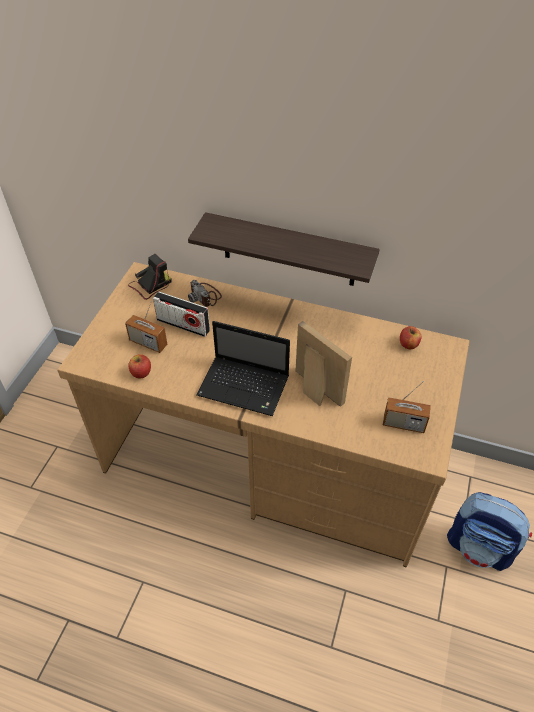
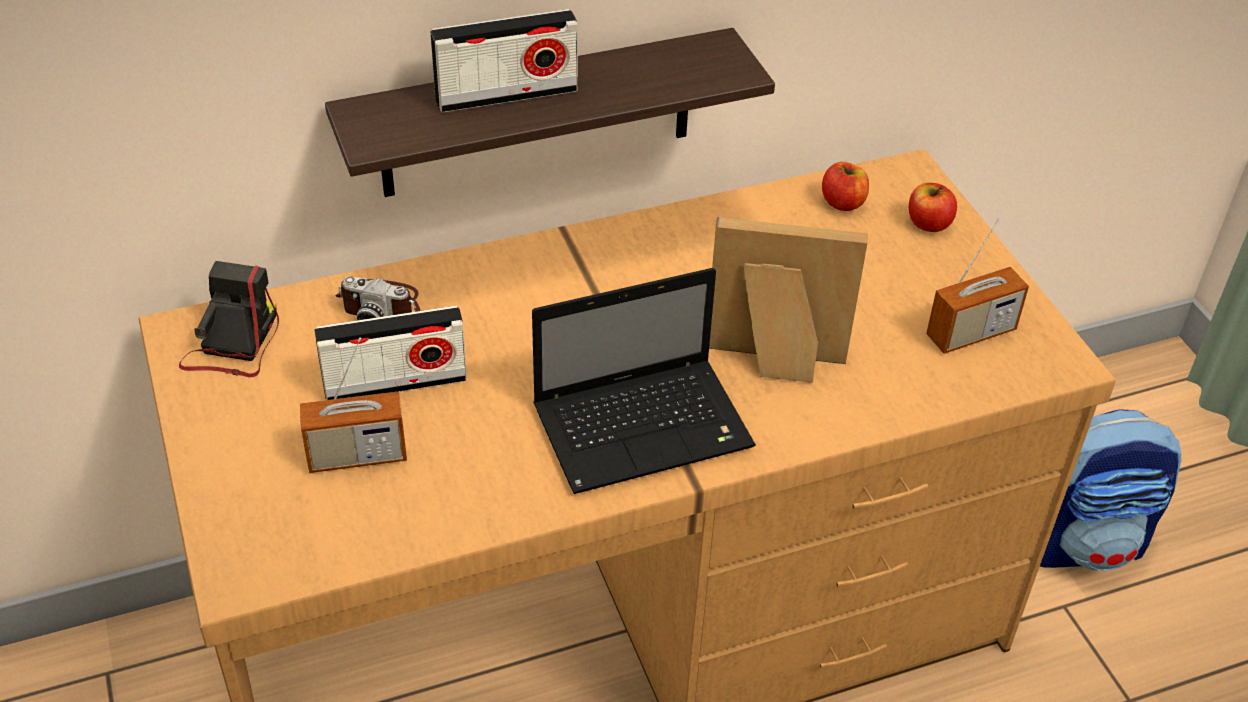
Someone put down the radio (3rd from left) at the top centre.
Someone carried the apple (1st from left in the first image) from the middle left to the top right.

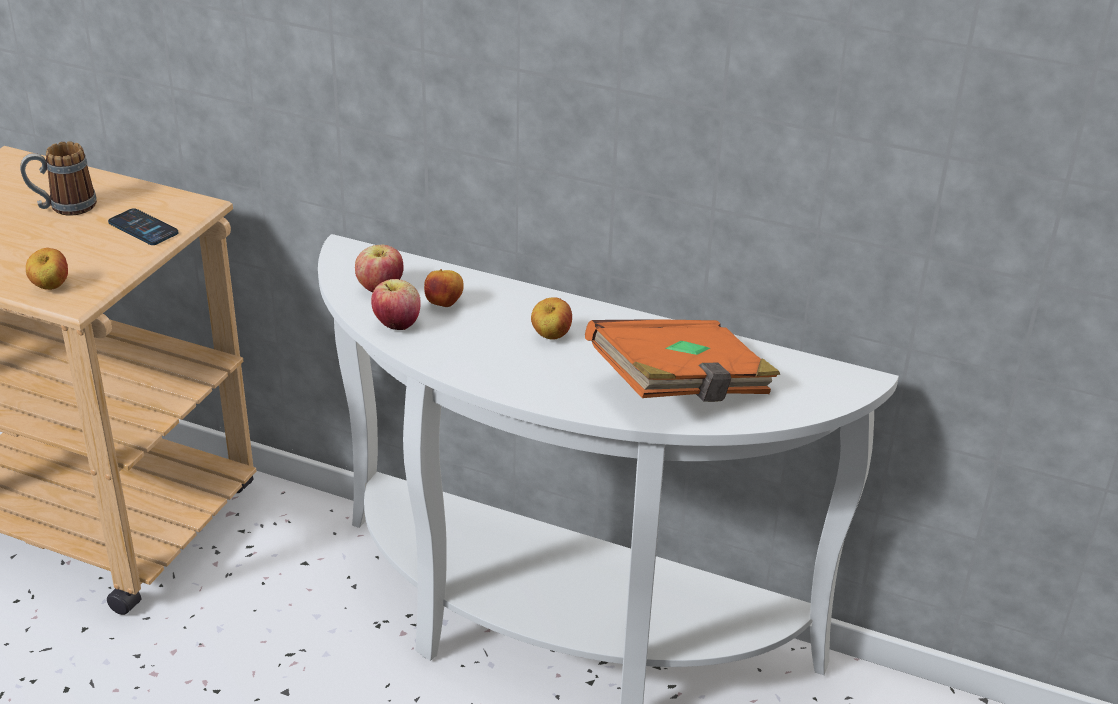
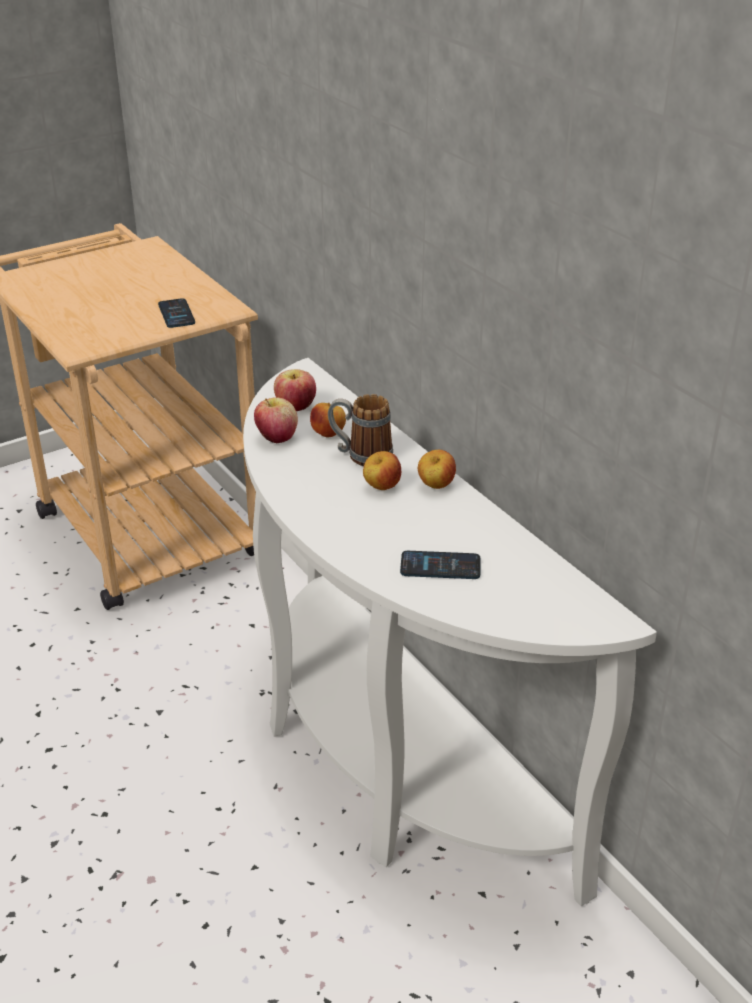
Someone carried the mug from the top left to the centre.
Someone swapped the orange_book at the centre for the phone (2nd from left) at the centre.
Someone carried the apple (1st from left in the first image) from the middle left to the centre.

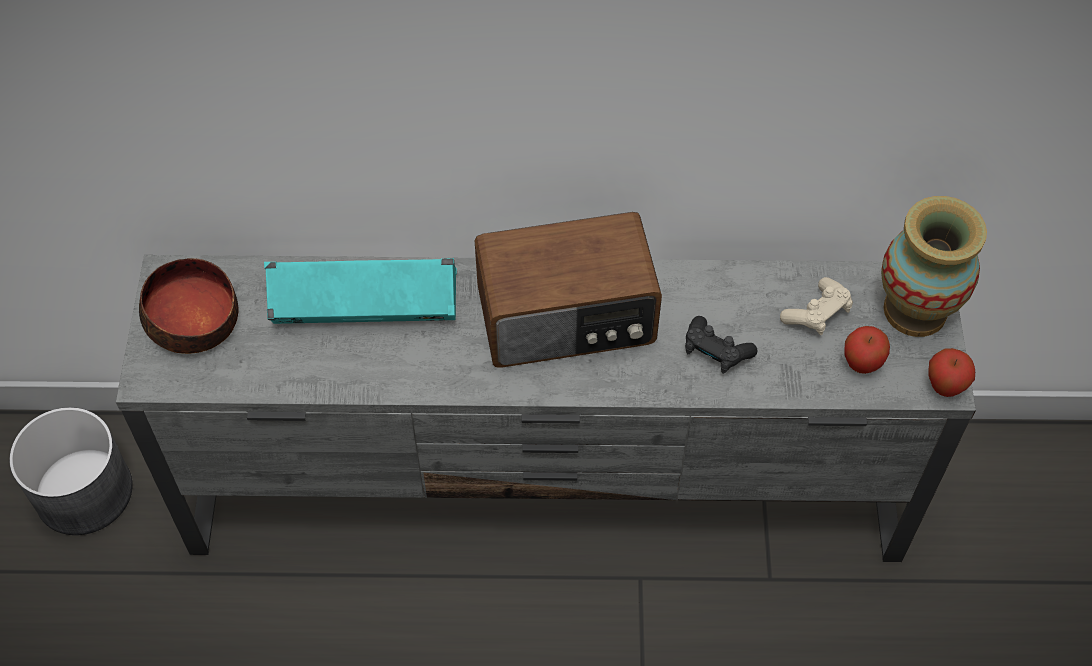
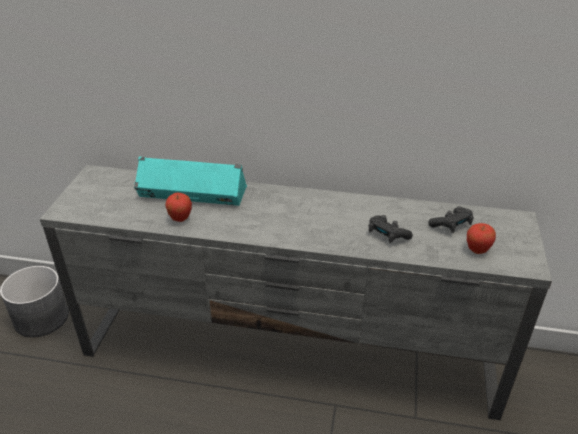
Someone carried the apple (2nd from left in the first image) from the middle right to the middle left.
Someone repainted the beige_game_controller at the middle right, which became the black_game_controller (2nd from left) at the middle right.
Someone took away the bowl at the middle left.
Someone took away the radio at the centre.
Someone took away the vase at the middle right.

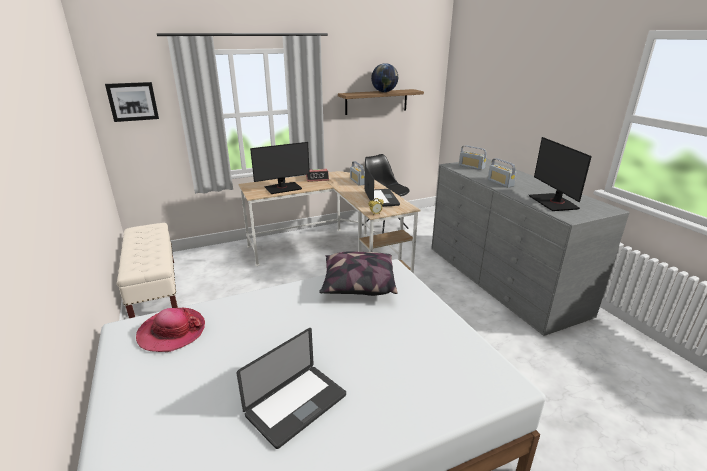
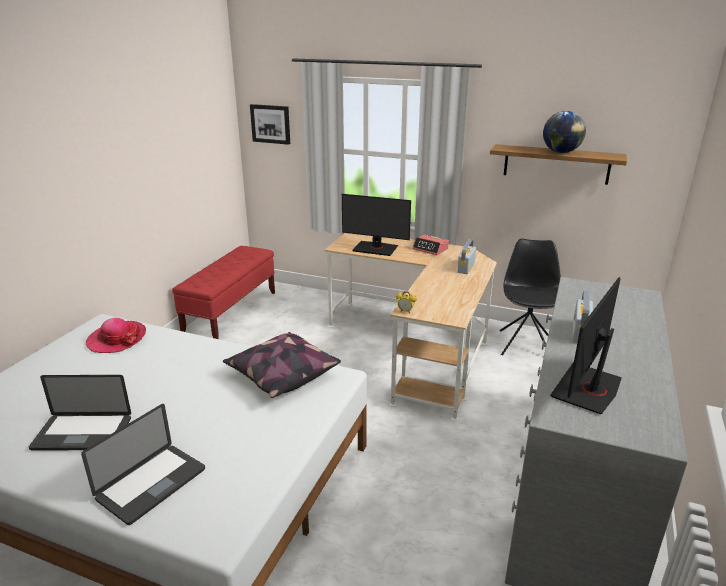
Someone carried the laptop (2nd from left) from the centre to the bottom left.
Someone repainted the beige_bench at the middle left, which became the red_bench at the middle left.
Someone took away the radio (2nd from left) at the middle right.

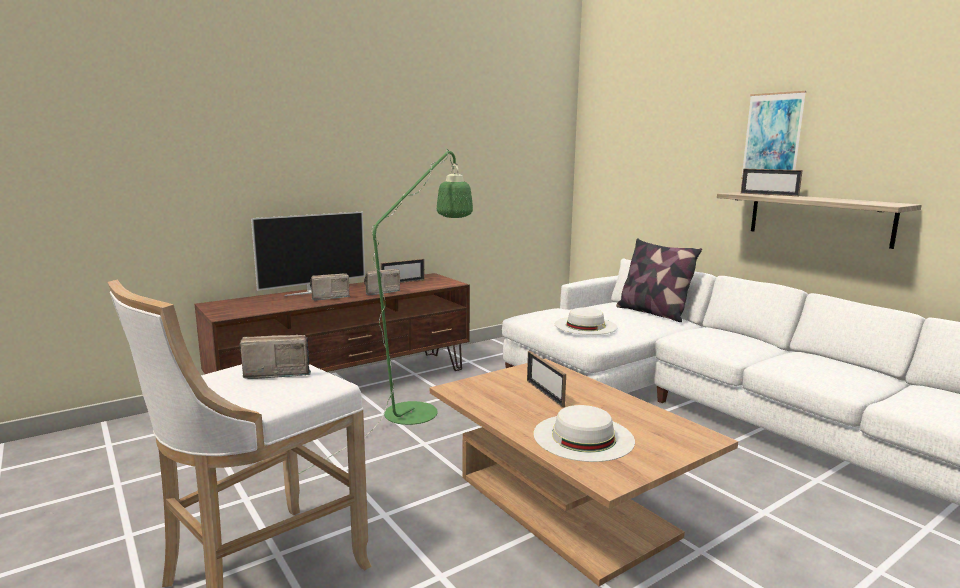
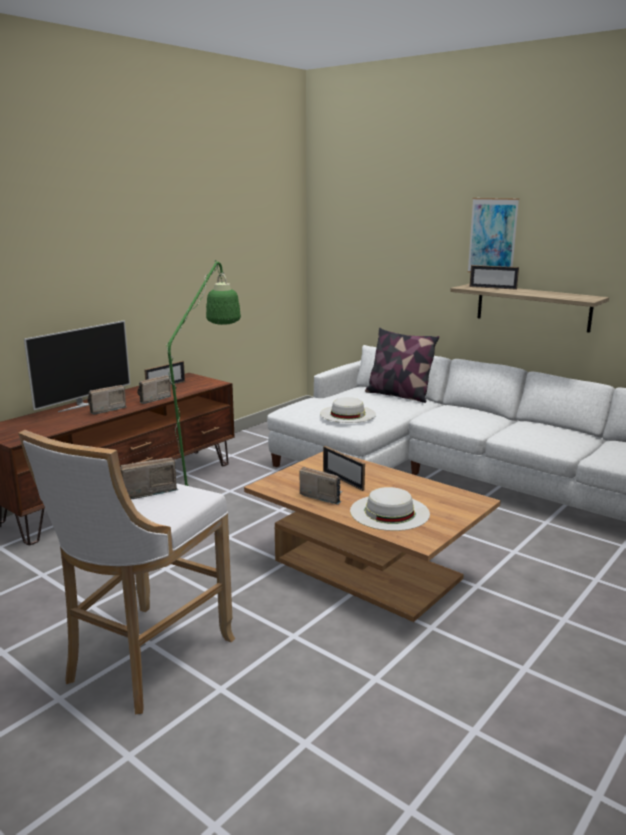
Someone put down the radio (4th from left) at the centre.

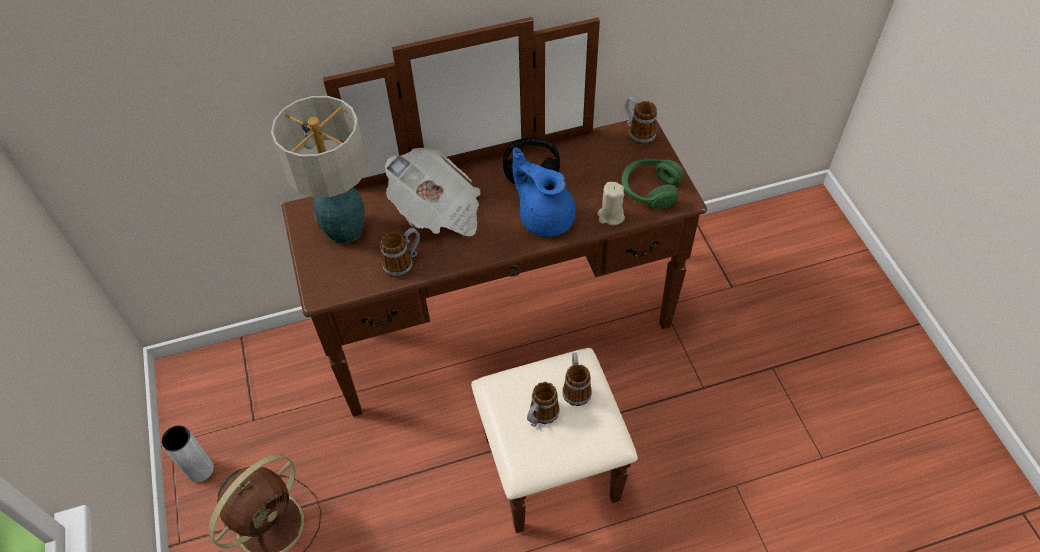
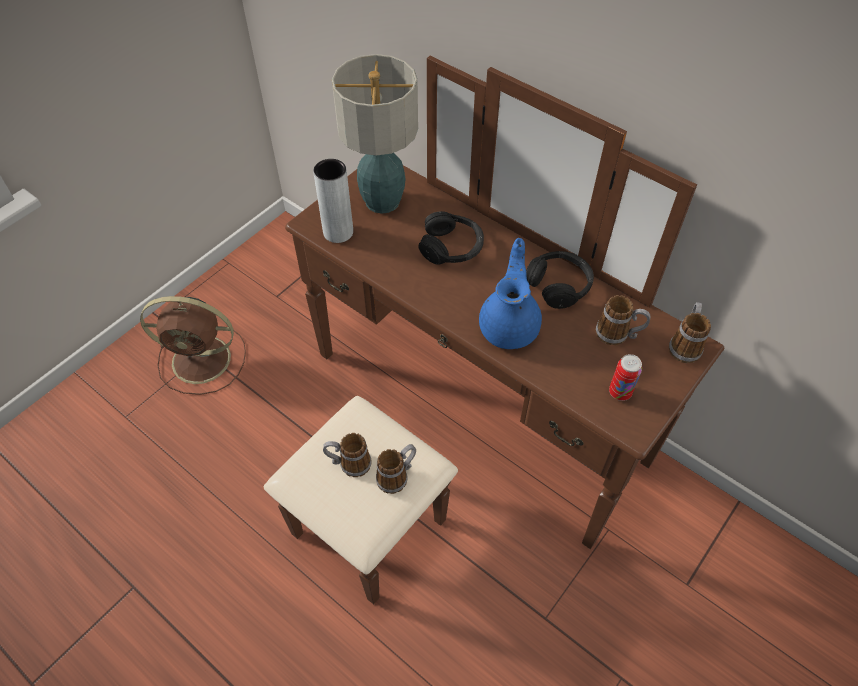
Someone carried the grey_vase from the bottom left to the top centre.
Someone swapped the newspaper at the centre for the black_headphones (1st from left) at the centre.
Someone carried the mug (1st from left in the first image) from the centre to the middle right.
Someone swapped the green_headphones at the top centre for the can at the middle right.
Someone took away the beige_candle at the centre.

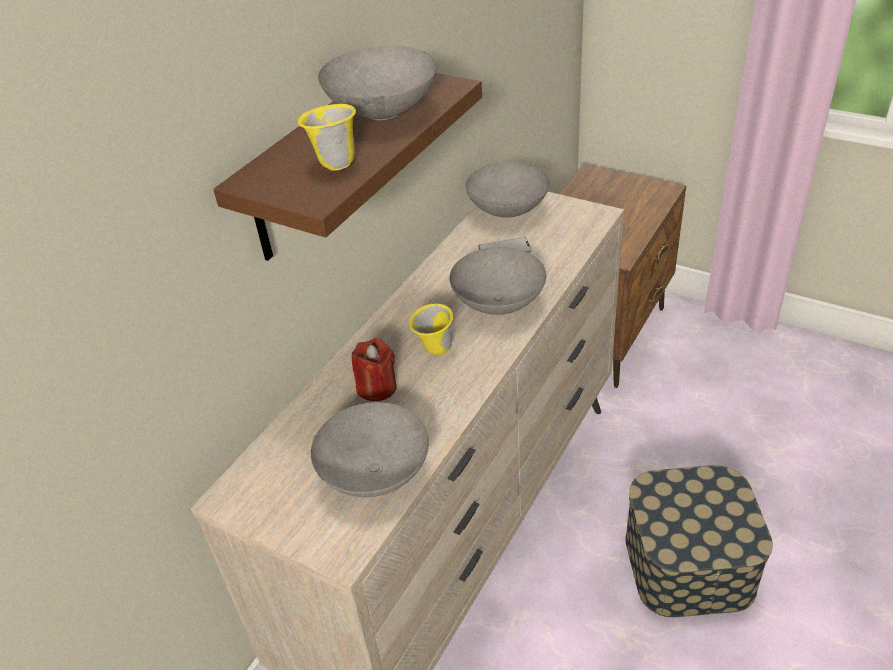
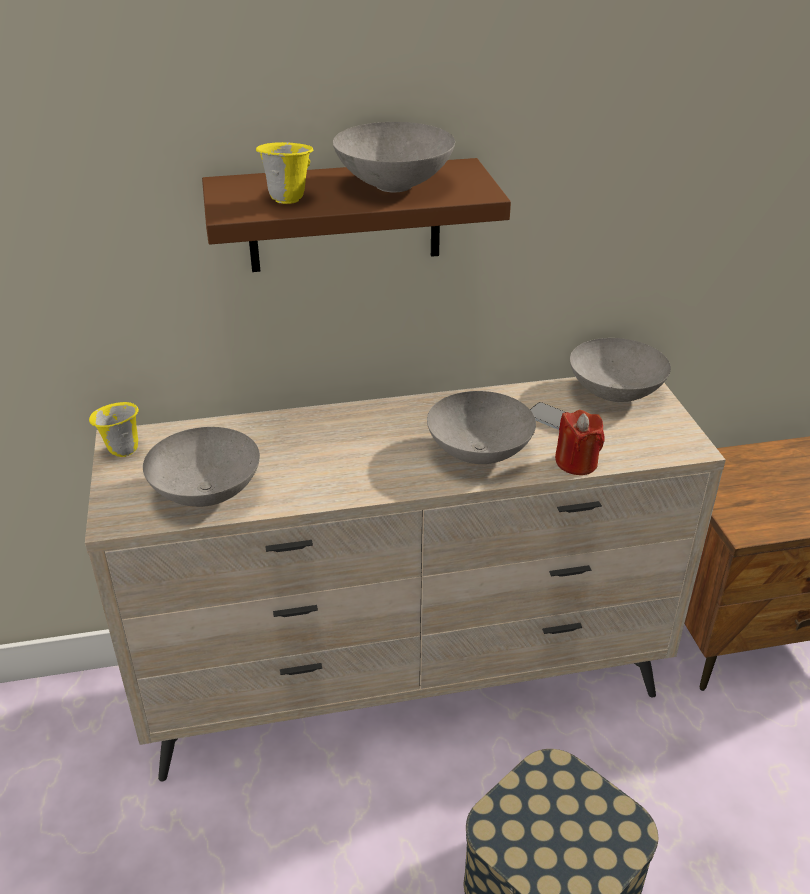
Someone carried the yellow_mug (2nd from left in the first image) from the centre to the middle left.
Someone carried the red_candle from the centre to the middle right.

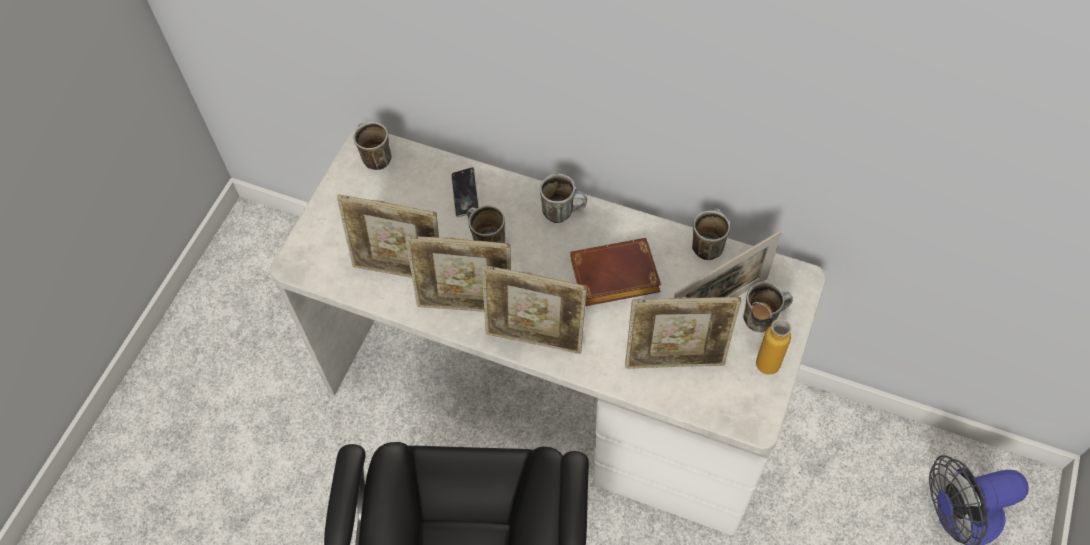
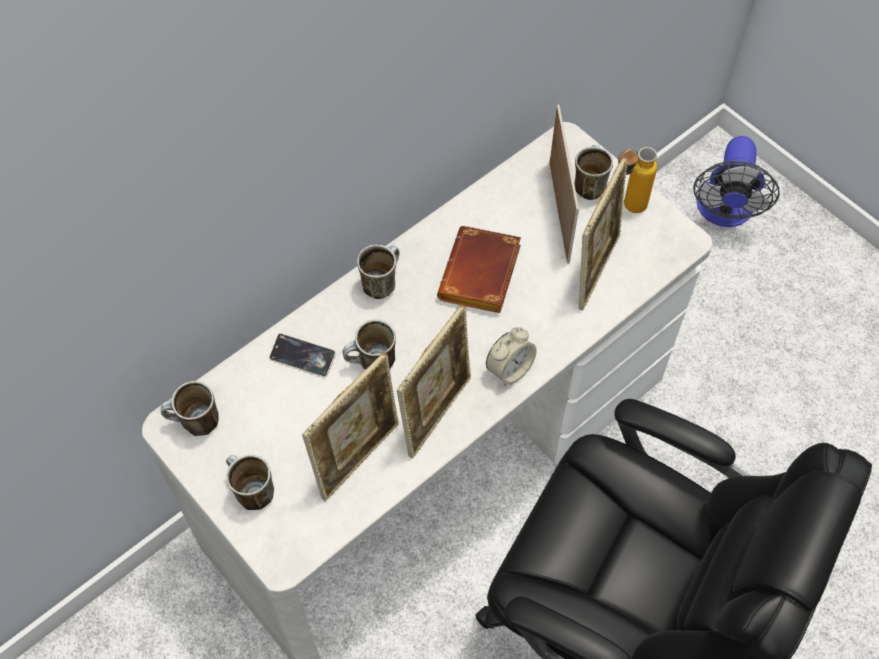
Someone carried the mug (4th from left in the first image) from the centre to the bottom left.
Someone swapped the picture_frame (3rd from left) at the centre for the alarm_clock at the centre.

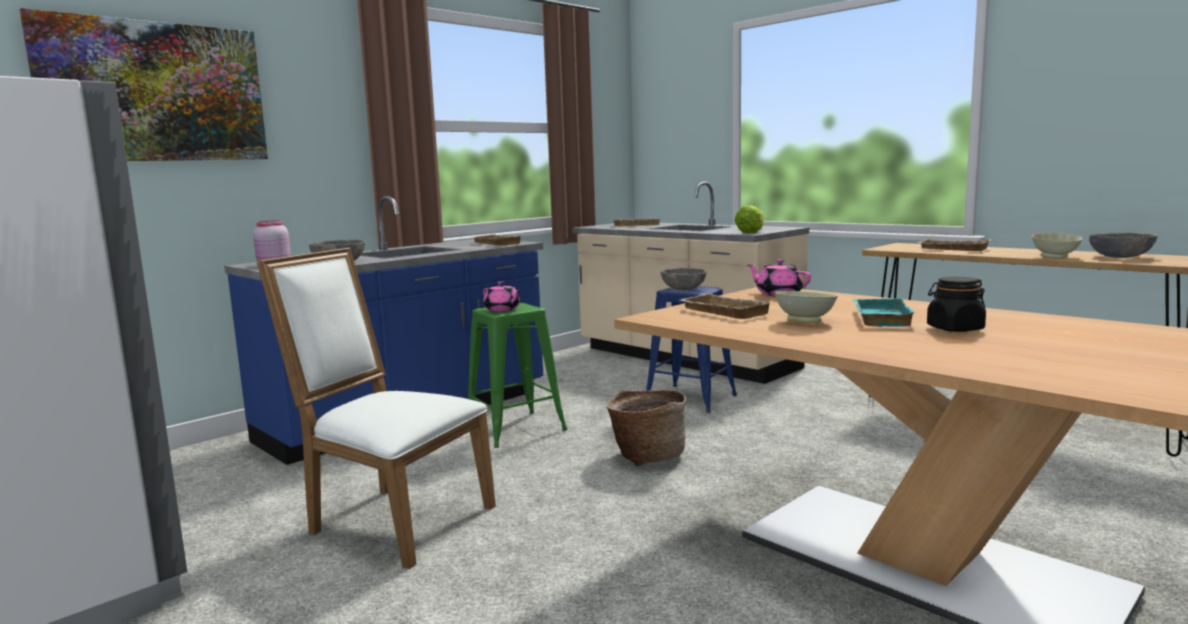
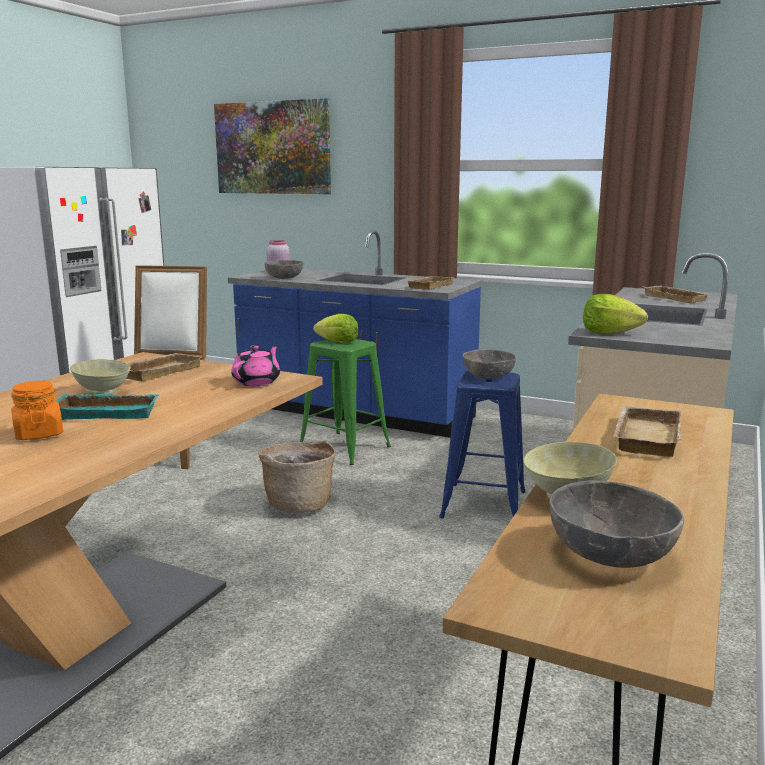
Someone repainted the black_jar at the middle right, which became the orange_jar at the middle left.
Someone swapped the pink_teapot (1st from left) at the centre for the lettuce (1st from left) at the centre.

